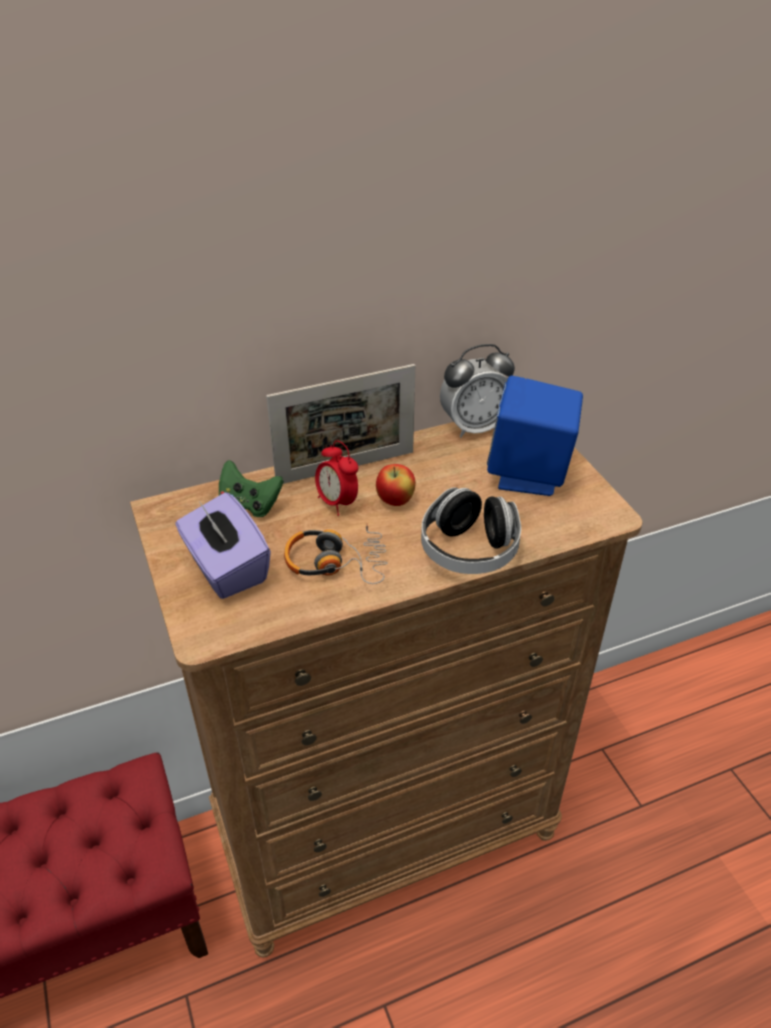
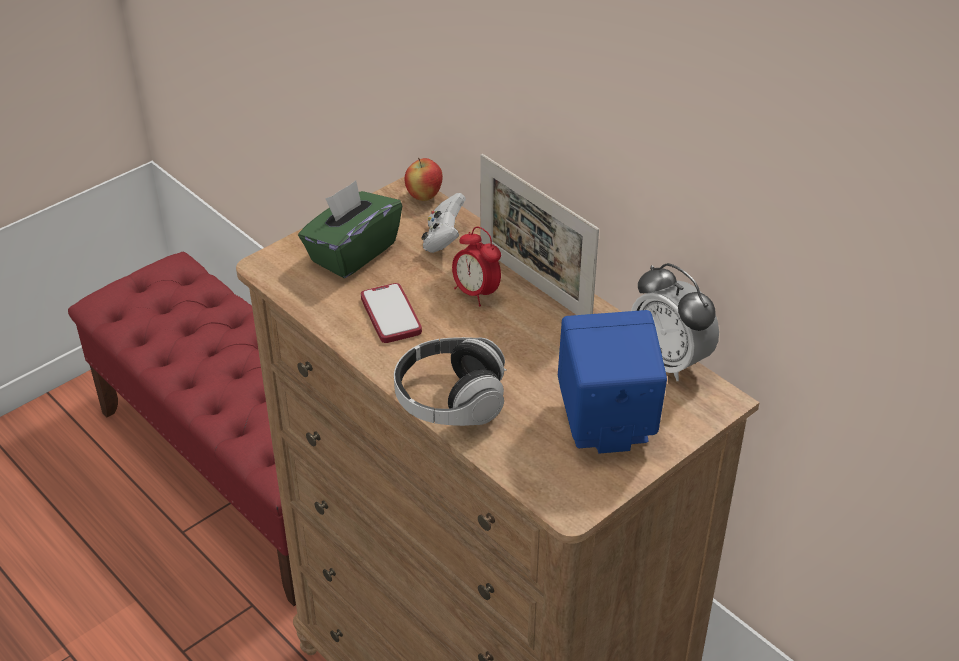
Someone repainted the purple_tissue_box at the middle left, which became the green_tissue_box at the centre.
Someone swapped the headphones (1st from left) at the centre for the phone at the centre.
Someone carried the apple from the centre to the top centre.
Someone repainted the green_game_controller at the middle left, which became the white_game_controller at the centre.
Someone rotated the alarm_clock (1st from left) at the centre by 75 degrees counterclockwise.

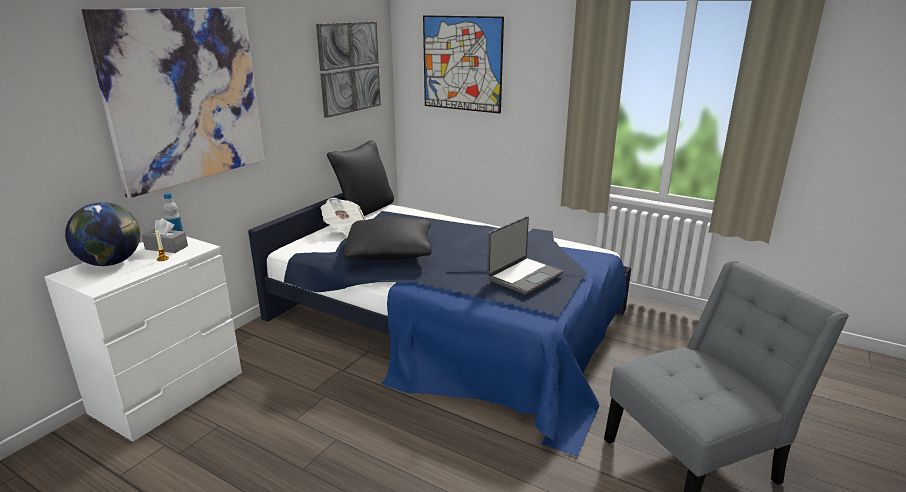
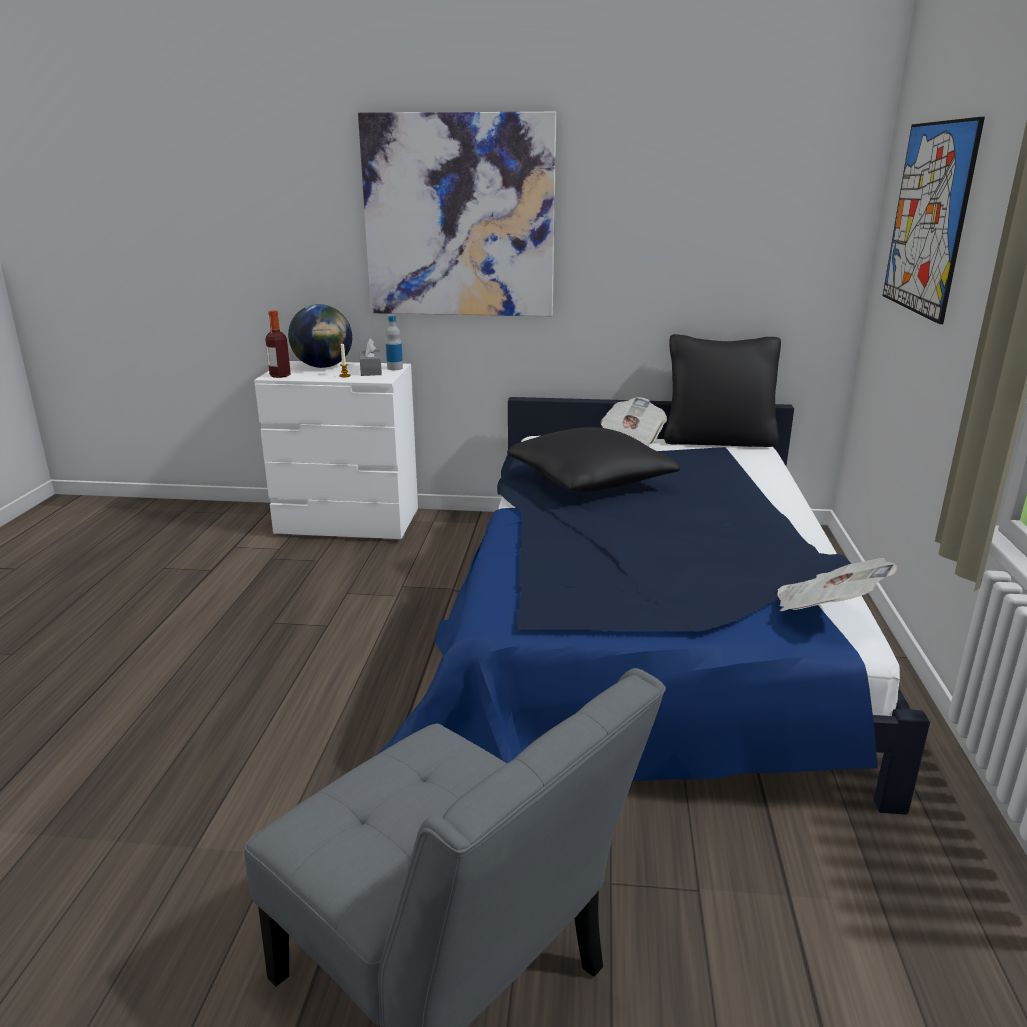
Someone put down the bottle (1st from left) at the middle left.
Someone put down the newspaper (2nd from left) at the middle right.
Someone took away the picture (2nd from left) at the top centre.
Someone took away the laptop at the centre.

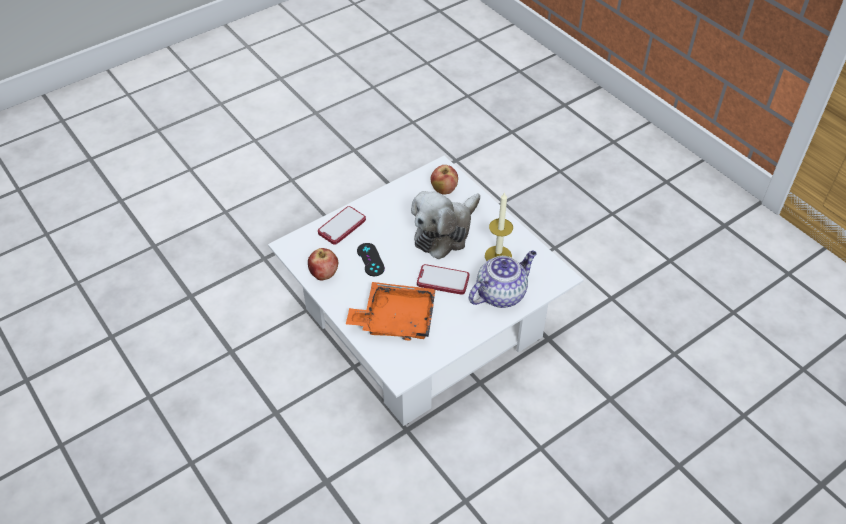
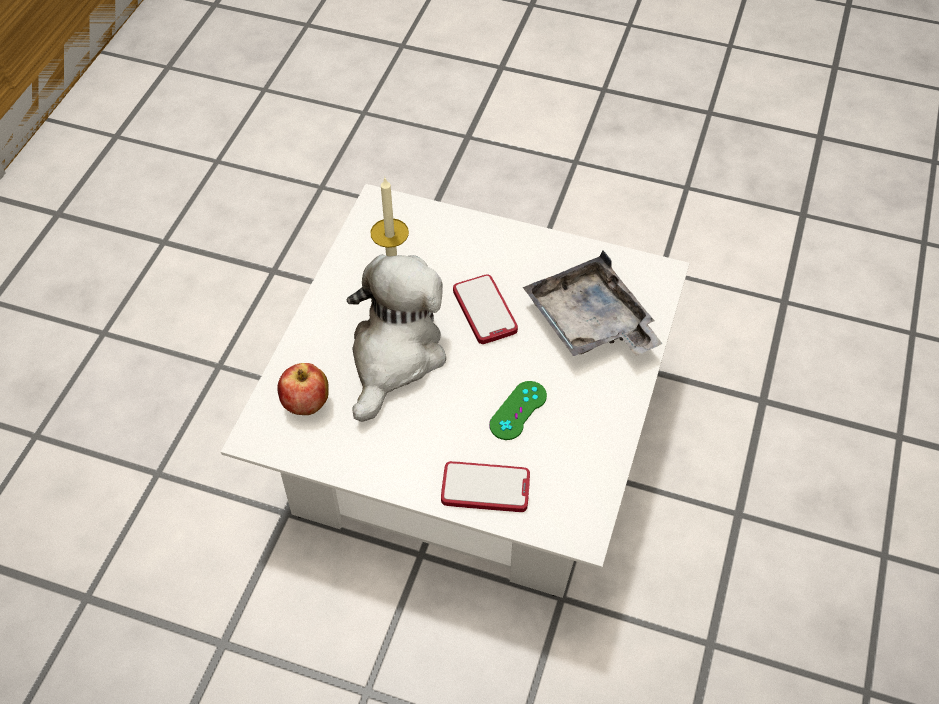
Someone rotated the plush_toy at the centre by 75 degrees counterclockwise.
Someone repainted the black_game_controller at the centre, which became the green_game_controller at the centre.
Someone repainted the orange_tray at the centre, which became the grey_tray at the centre.
Someone took away the apple (1st from left) at the centre.
Someone took away the teapot at the centre.

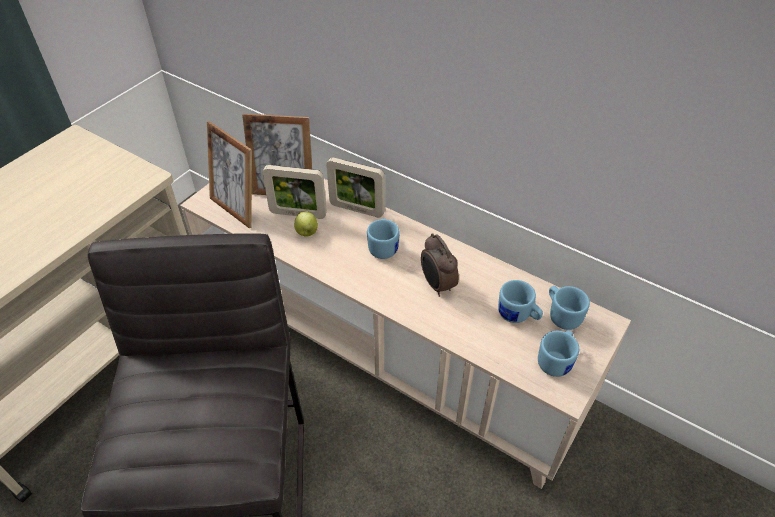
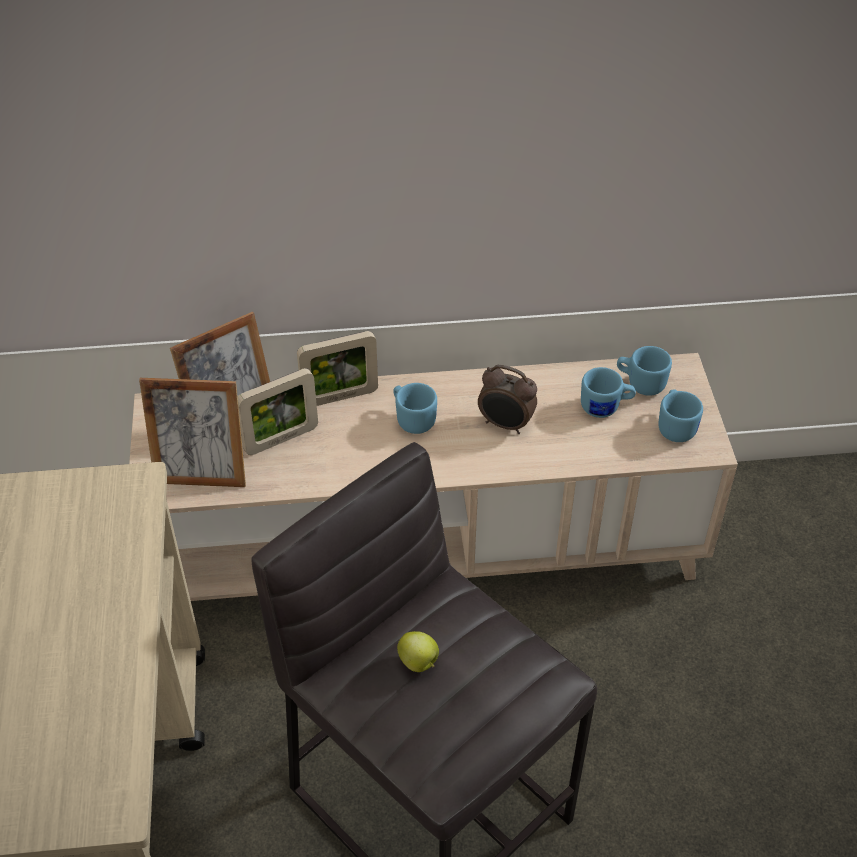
Someone carried the apple from the centre to the bottom centre.

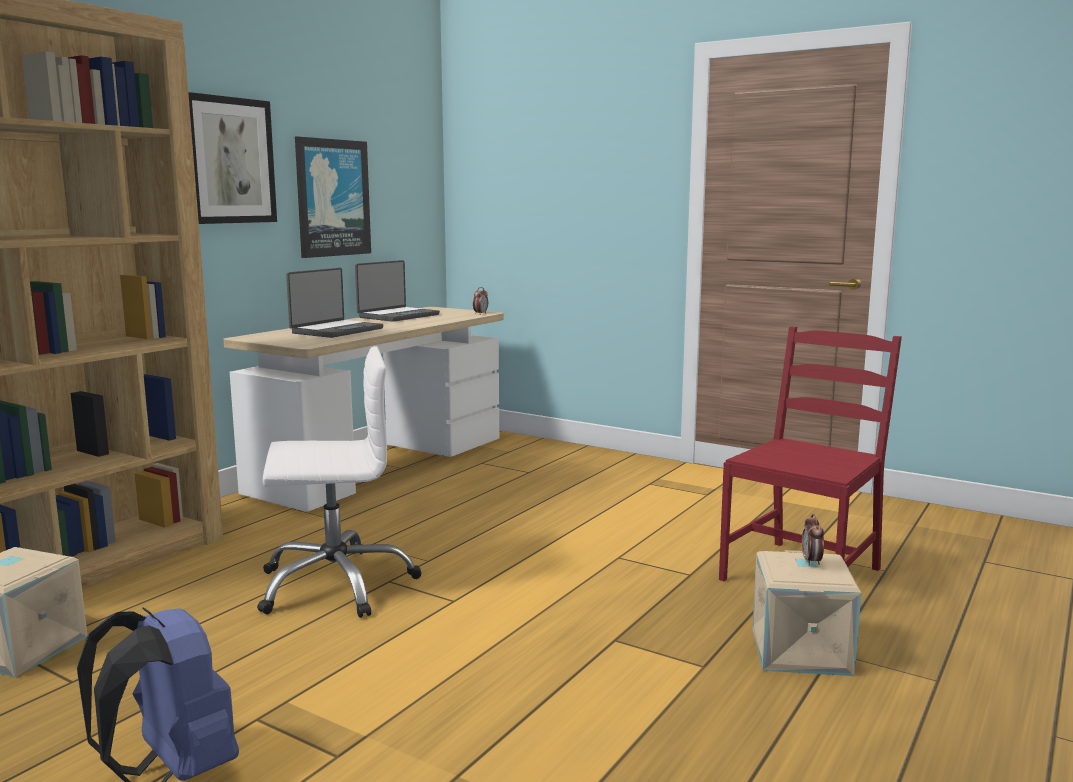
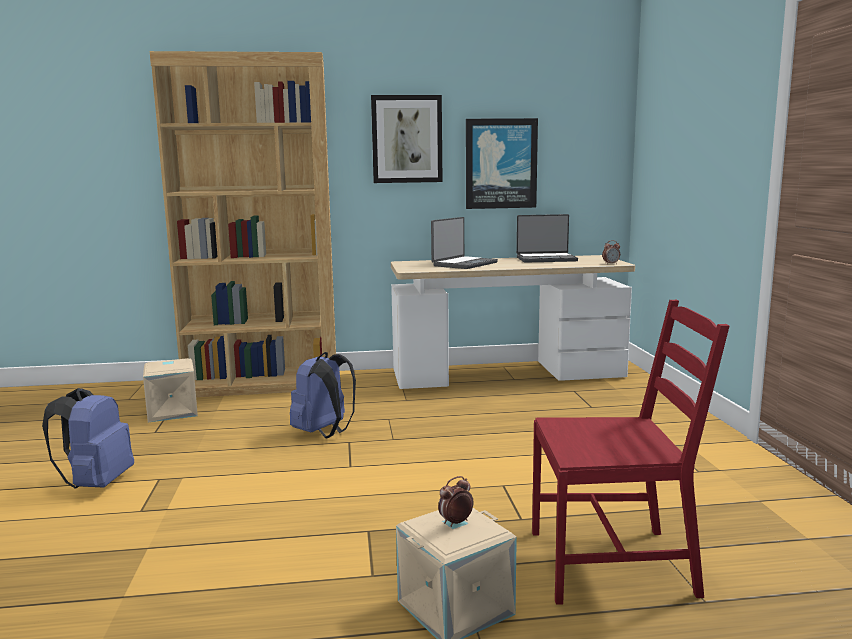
Someone swapped the white_office_chair at the middle left for the blue_backpack (2nd from left) at the centre.
Someone rotated the laptop (1st from left) at the middle left by 45 degrees counterclockwise.

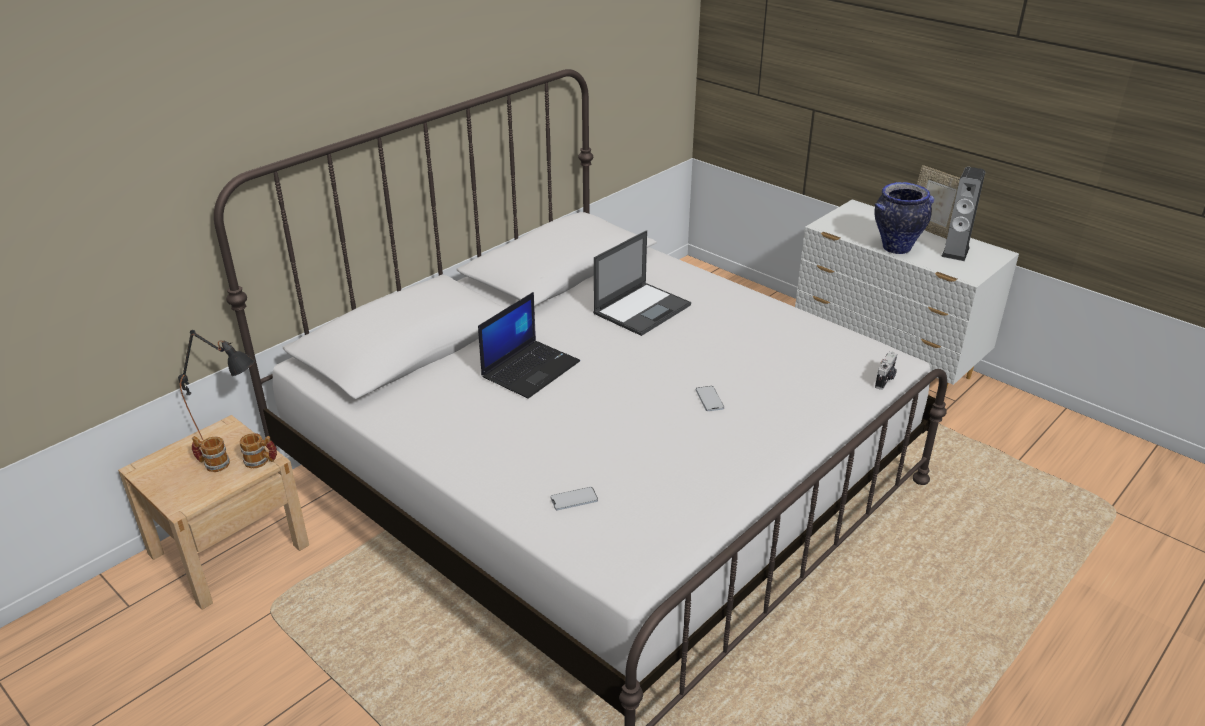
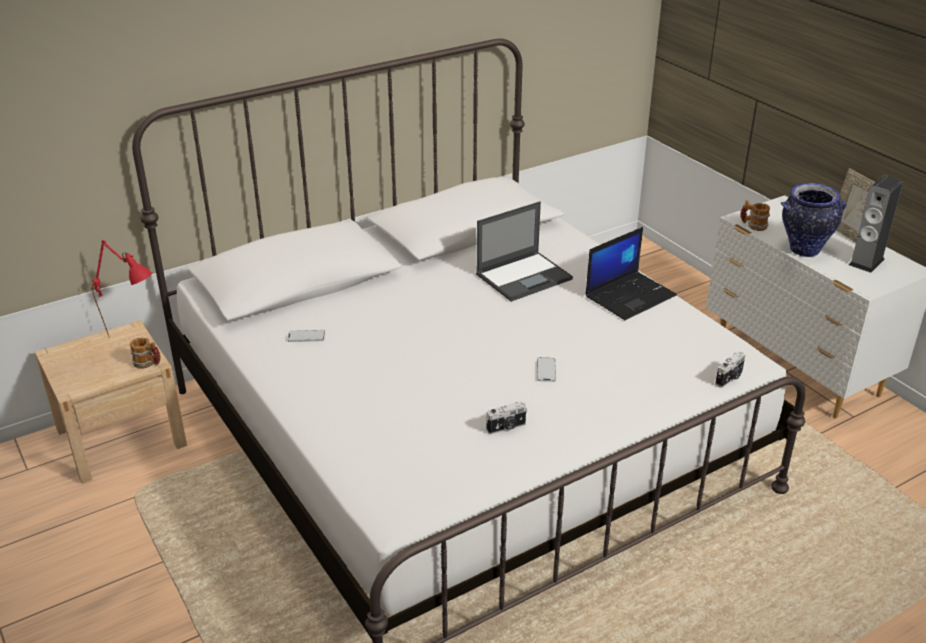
Someone repainted the black_table_lamp at the middle left, which became the red_table_lamp at the middle left.
Someone carried the phone (1st from left) from the bottom centre to the middle left.
Someone put down the photo_camera (1st from left) at the centre.
Someone carried the laptop (1st from left in the first image) from the centre to the middle right.
Someone carried the mug (1st from left in the first image) from the middle left to the middle right.

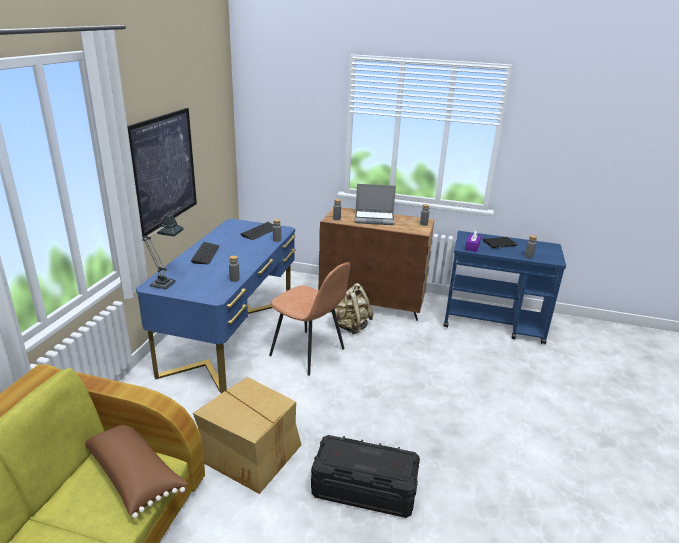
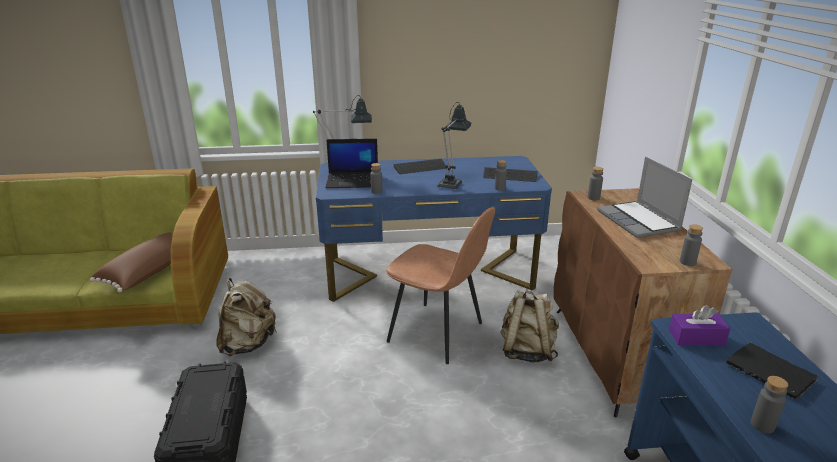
Someone swapped the cardboard_box at the bottom centre for the beige_backpack (1st from left) at the bottom left.
Someone put down the laptop (1st from left) at the centre.
Someone rotated the brown_chair at the centre by 75 degrees counterclockwise.
Someone put down the table_lamp (2nd from left) at the top centre.
Someone took away the picture at the top left.

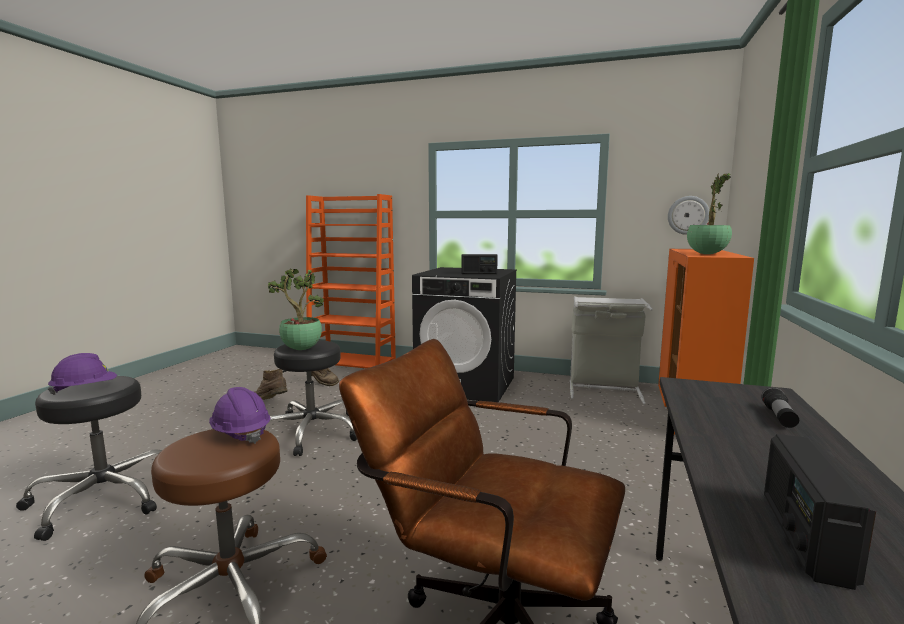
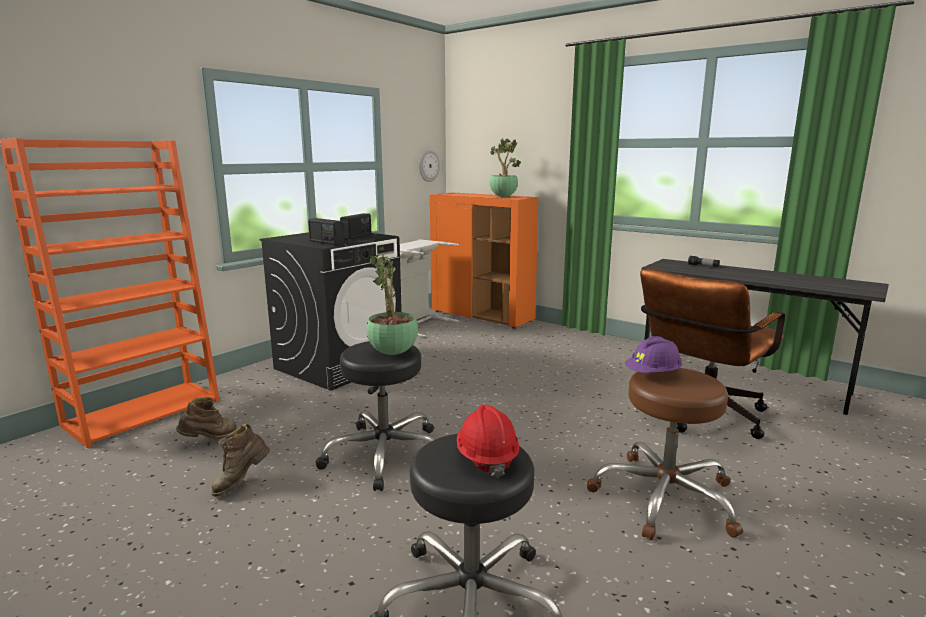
Someone carried the radio (2nd from left in the first image) from the bottom right to the centre.
Someone repainted the purple_hard_hat (1st from left) at the middle left, which became the red_hard_hat at the bottom centre.

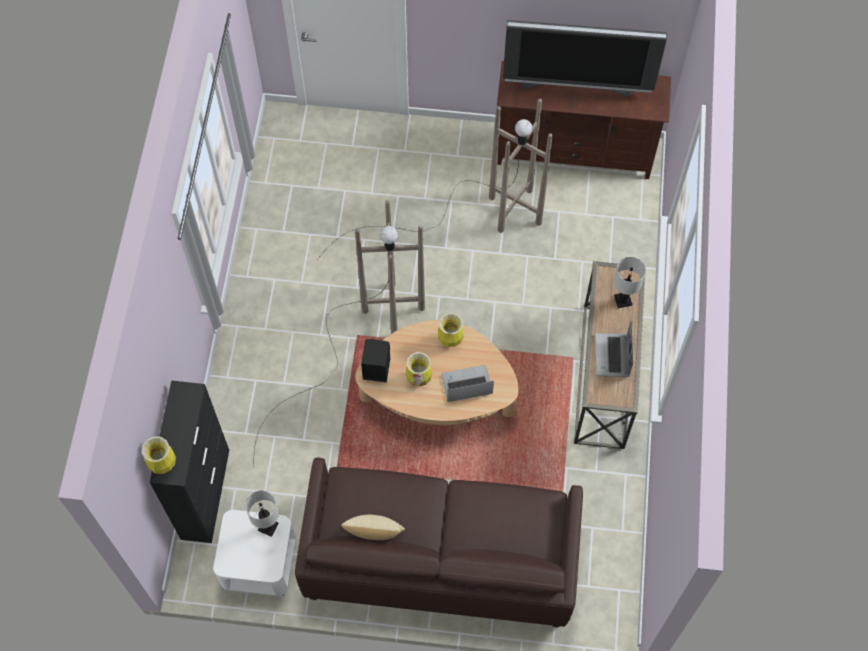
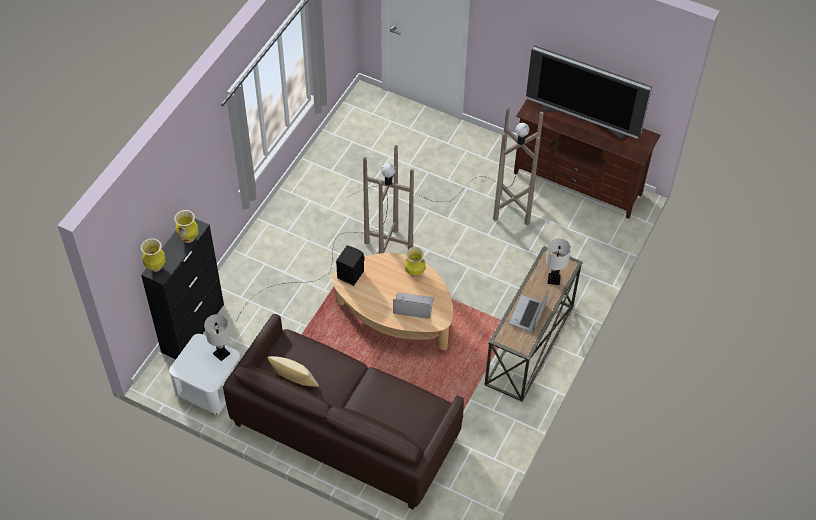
Someone carried the vase (2nd from left) from the centre to the middle left.

